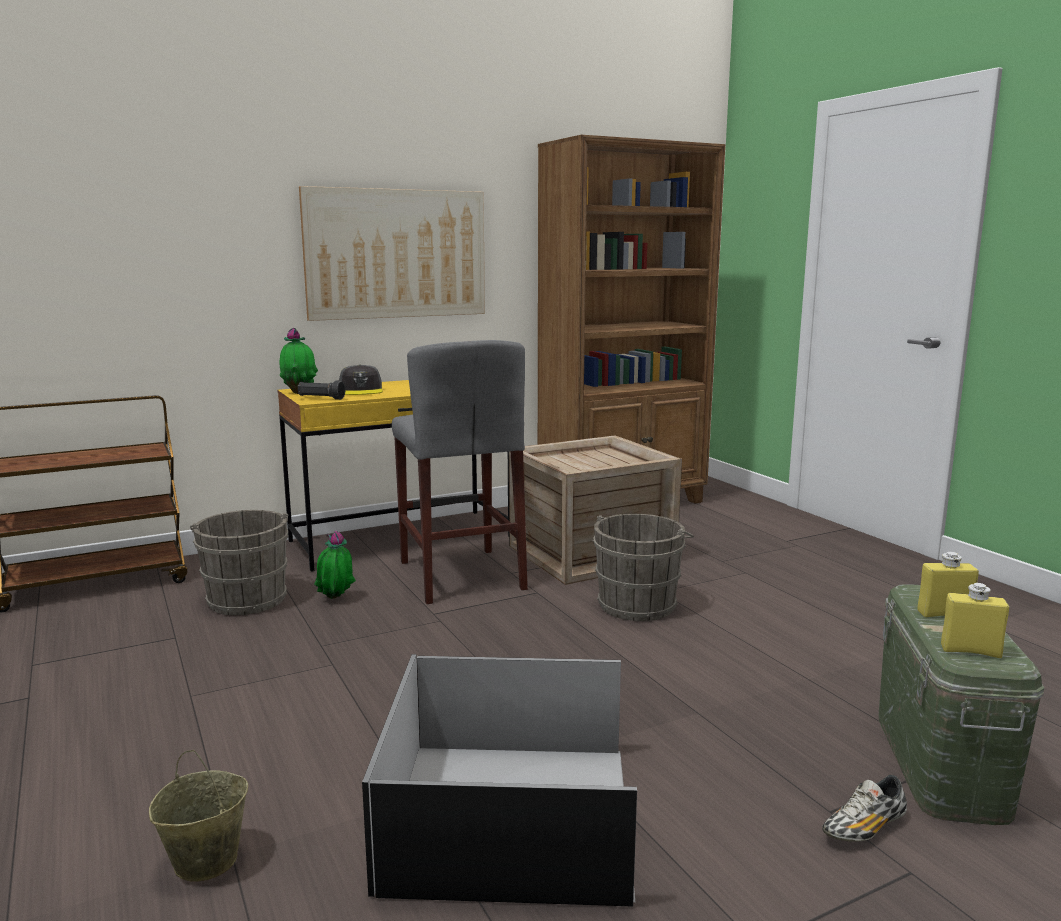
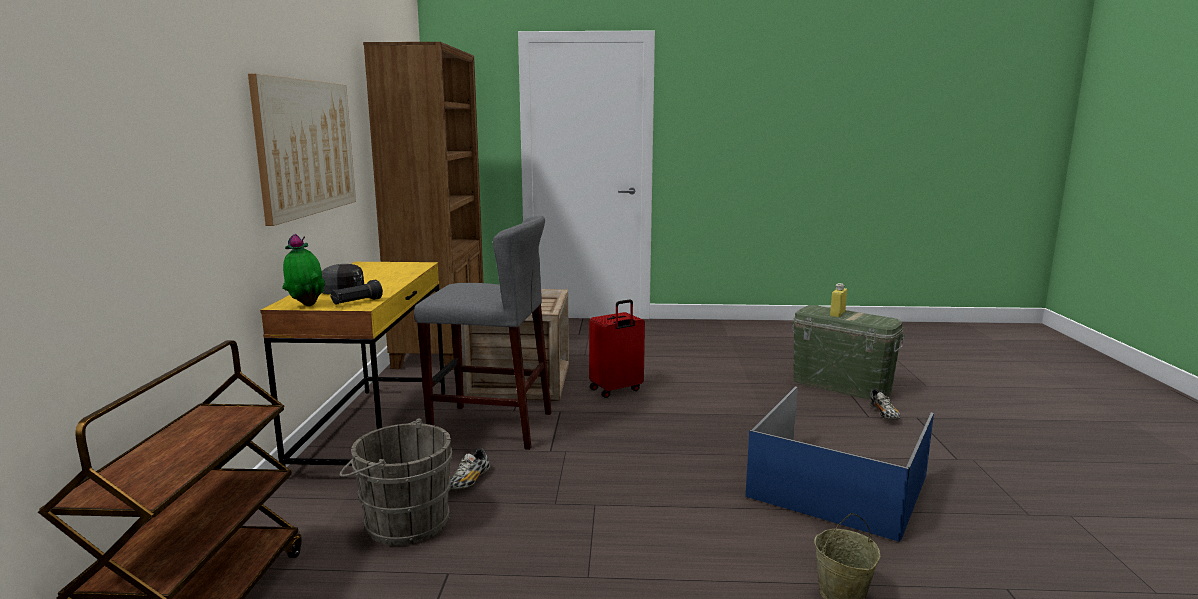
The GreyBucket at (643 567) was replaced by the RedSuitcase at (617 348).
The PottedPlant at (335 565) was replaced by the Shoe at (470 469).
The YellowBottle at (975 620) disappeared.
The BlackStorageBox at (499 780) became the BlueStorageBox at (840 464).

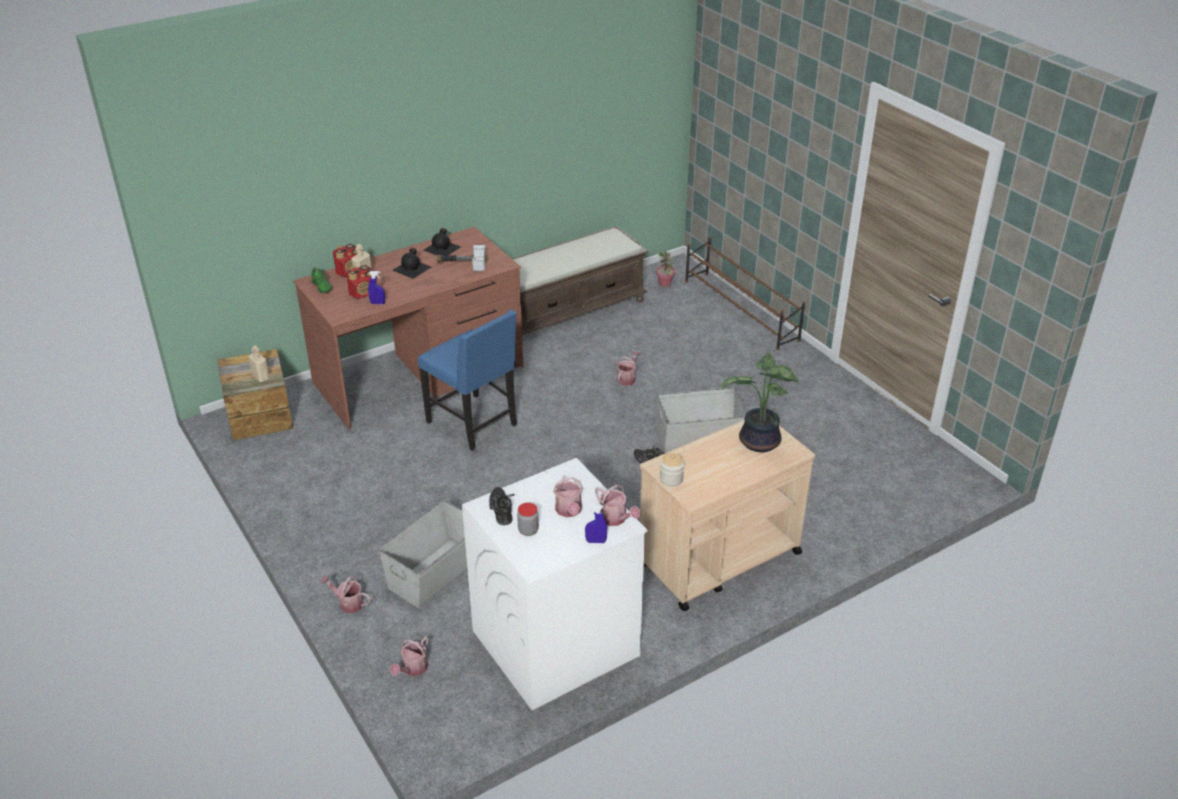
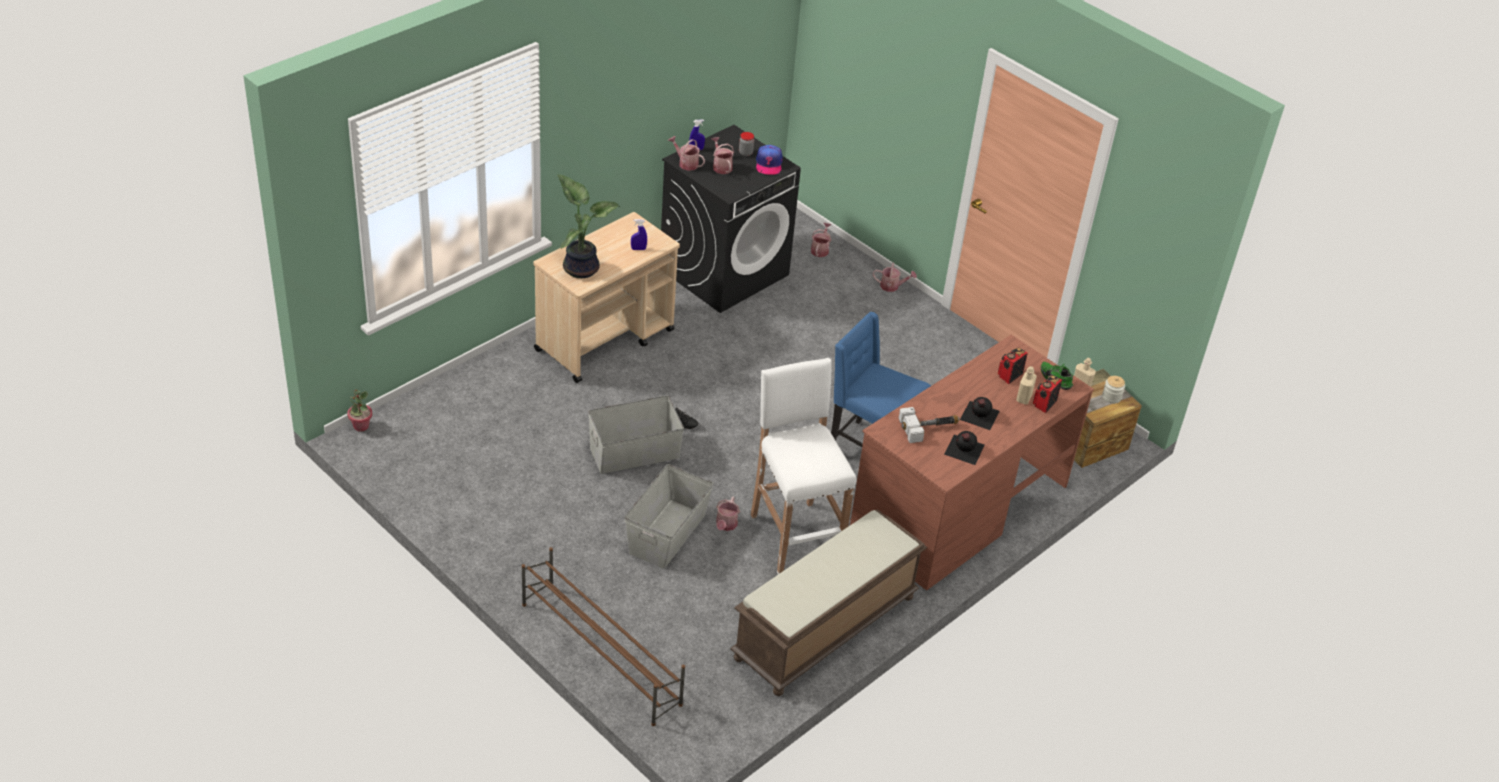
The PottedPlant moved from (665 269) to (359 410).
The BlueSprayBottle moved from (376 287) to (639 234).
The Jar moved from (672 470) to (1113 390).
The WhiteWashingMachine at (555 584) became the BlackWashingMachine at (731 219).
The BlackShoe at (502 506) was replaced by the Cap at (769 160).
The GreyStorageBox moved from (422 554) to (669 516).
The WhiteStool at (803 466) appeared.

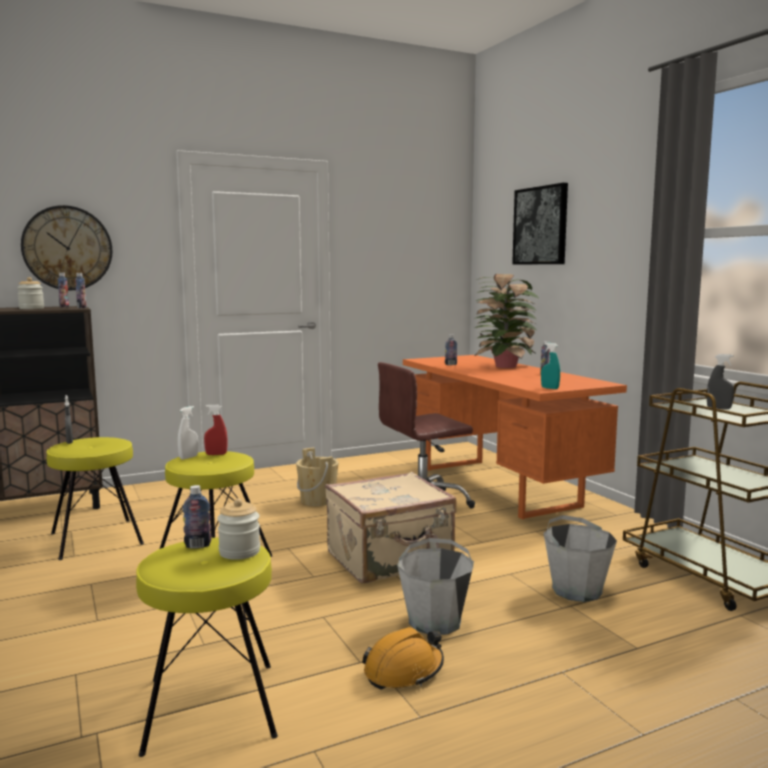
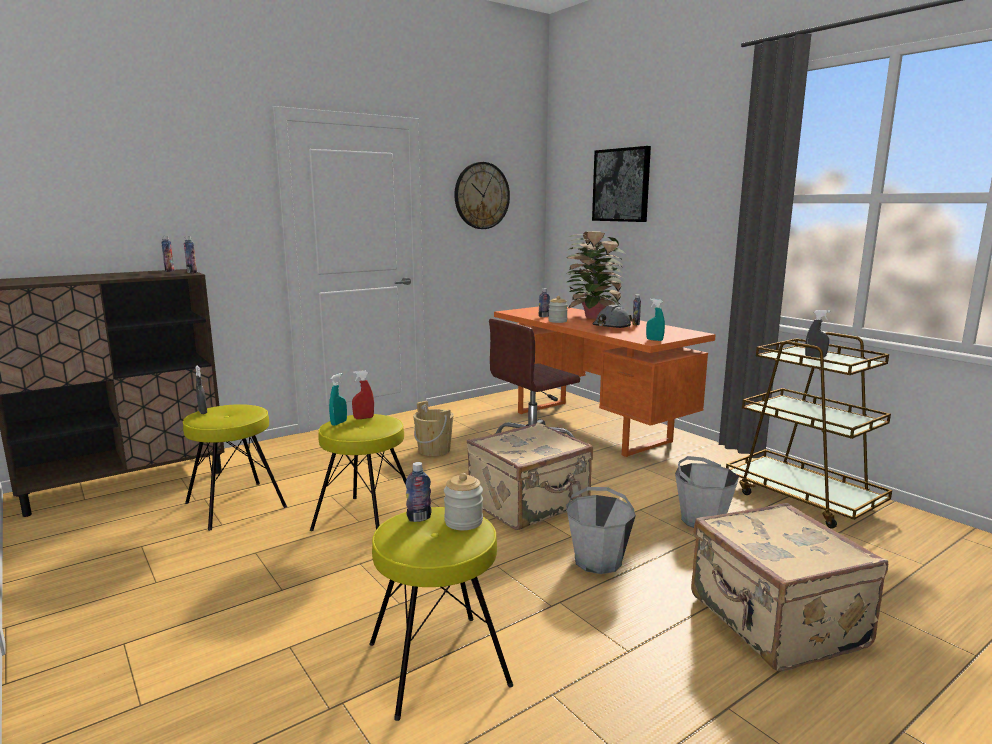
The WallClock moved from (67 247) to (482 195).
The Jar moved from (30 293) to (558 309).
The WhiteSprayBottle at (188 433) became the TurquoiseSprayBottle at (338 399).
The OrangeHardHat at (403 658) disappeared.
The GreyHardHat at (612 316) appeared.
The BeigeSuitcase at (789 587) appeared.

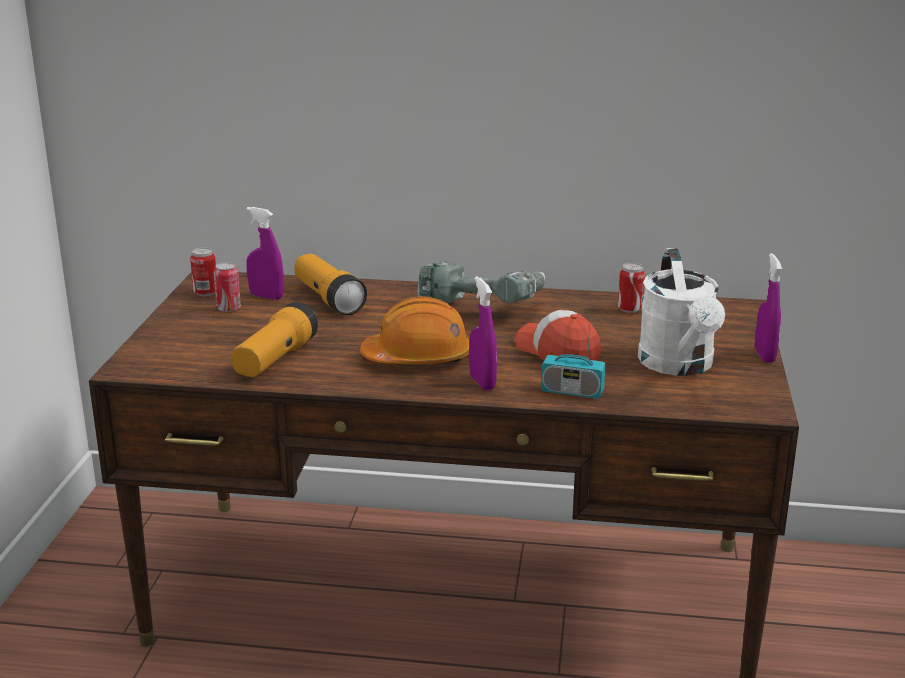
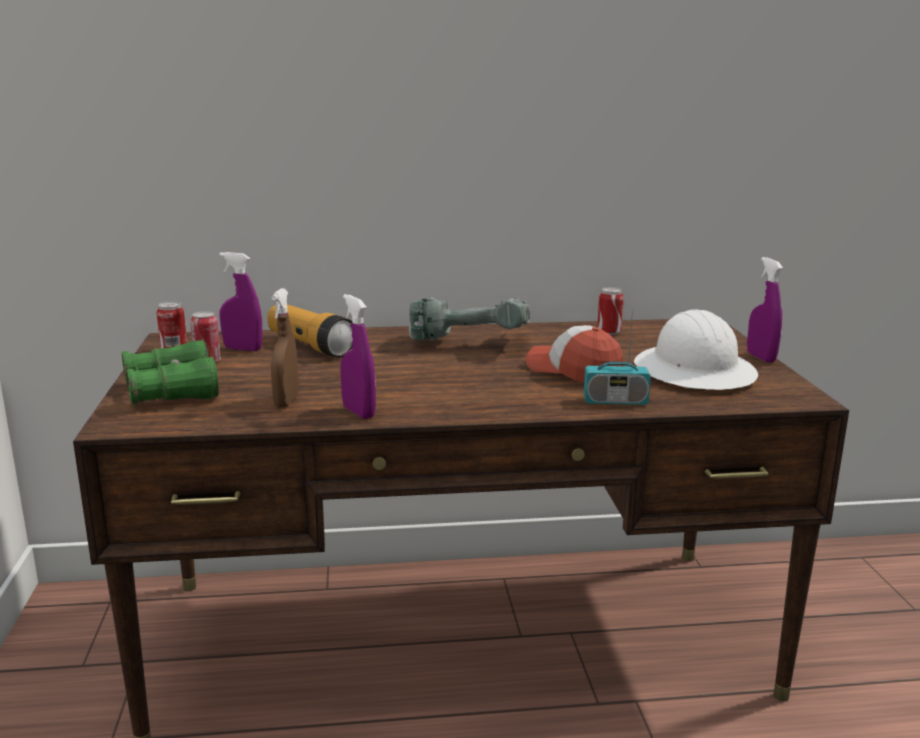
The WhiteWateringCan at (681 312) was replaced by the WhiteHardHat at (696 349).
The PurpleSprayBottle moved from (483 333) to (358 356).
The OrangeHardHat at (415 330) disappeared.
The Flashlight at (275 339) was replaced by the BrownSprayBottle at (285 348).
The GreenBinoculars at (170 373) appeared.

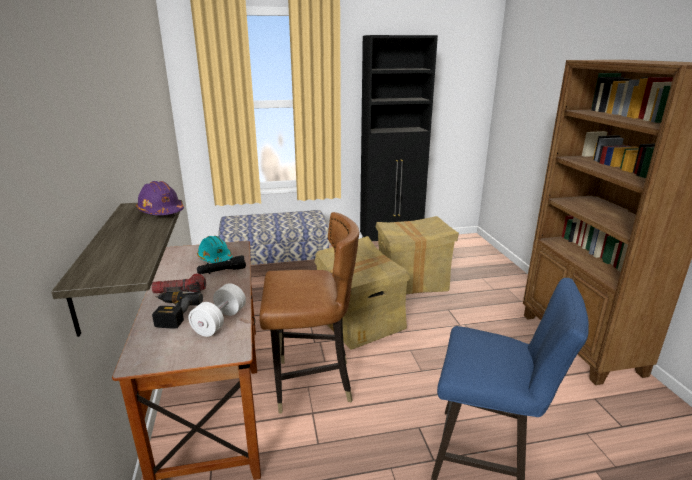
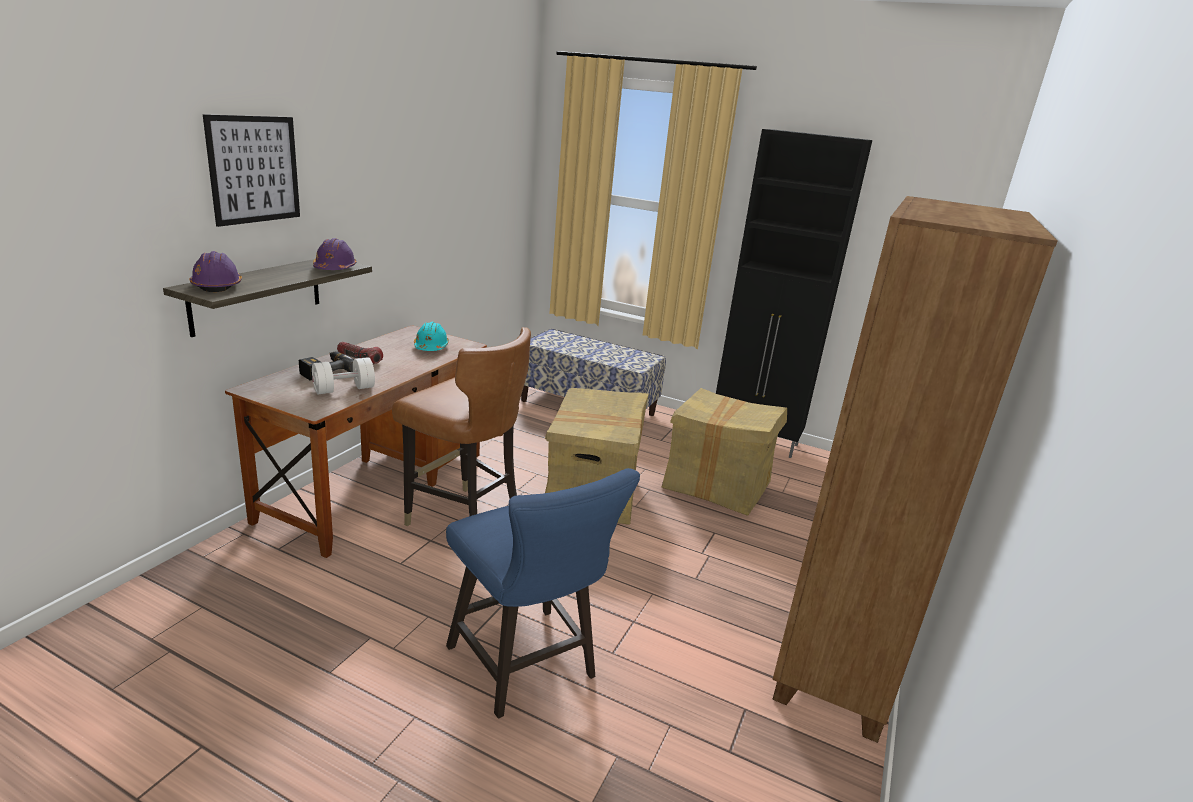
The BlackFlashlight at (221 264) disappeared.
The Picture at (251 170) appeared.
The PurpleHardHat at (216 271) appeared.

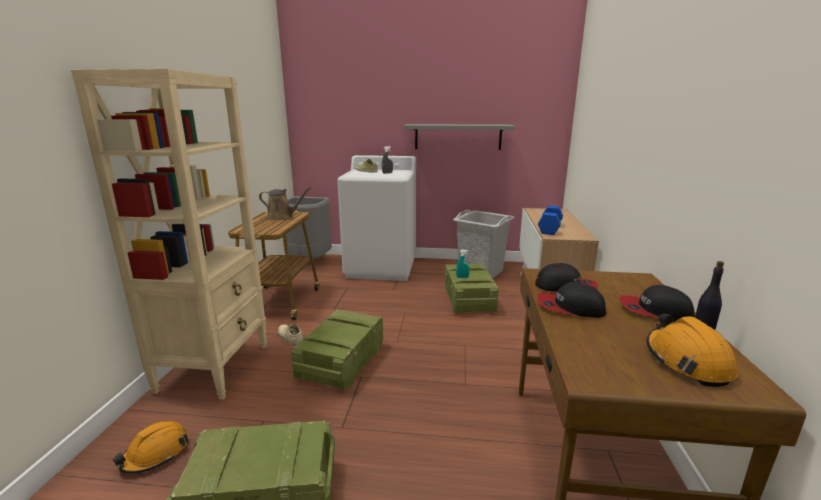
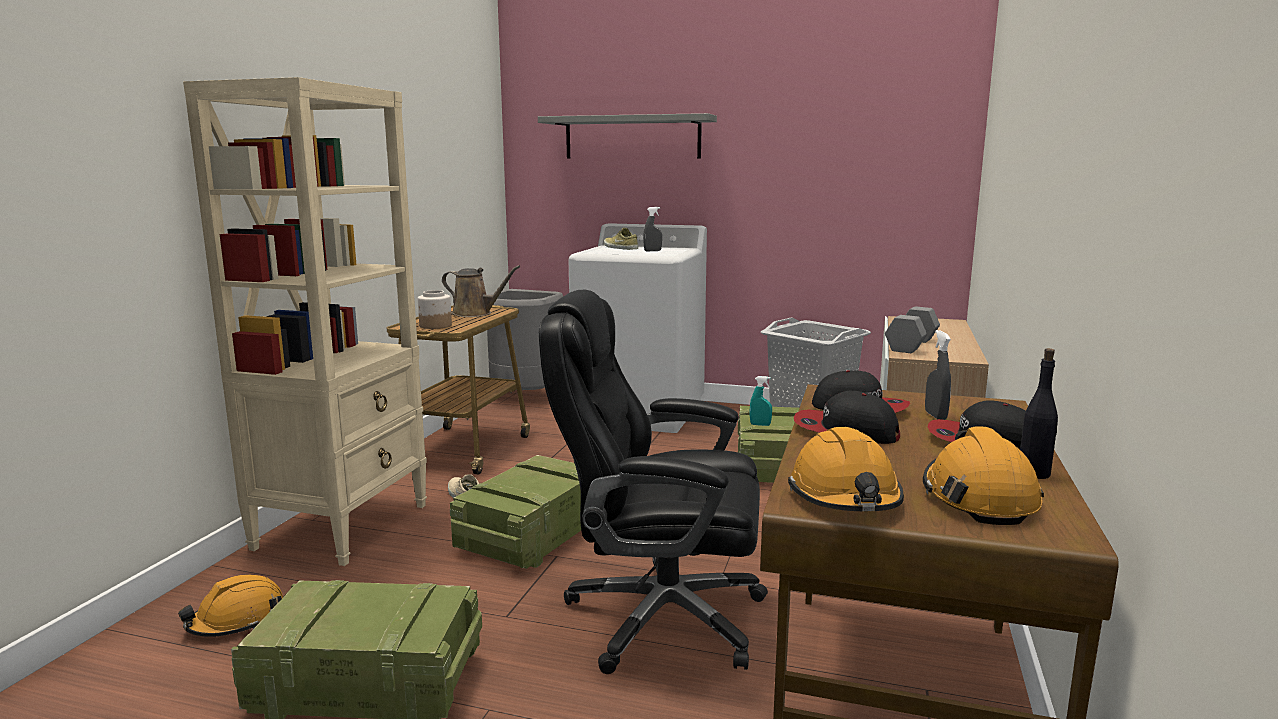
The GreyShelf moved from (459 137) to (627 136).
The BlueDumbbell at (550 220) became the GreyDumbbell at (912 329).
The Jar at (435 309) appeared.
The BlackOfficeChair at (653 482) appeared.
The GreySprayBottle at (938 375) appeared.
The OrangeHardHat at (846 469) appeared.

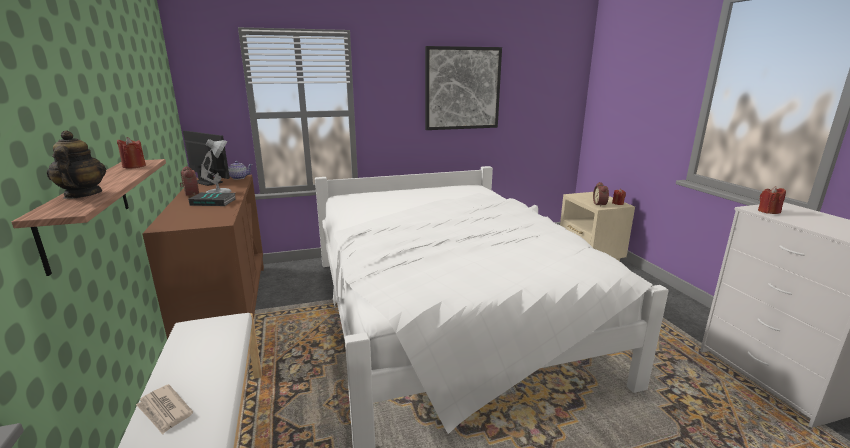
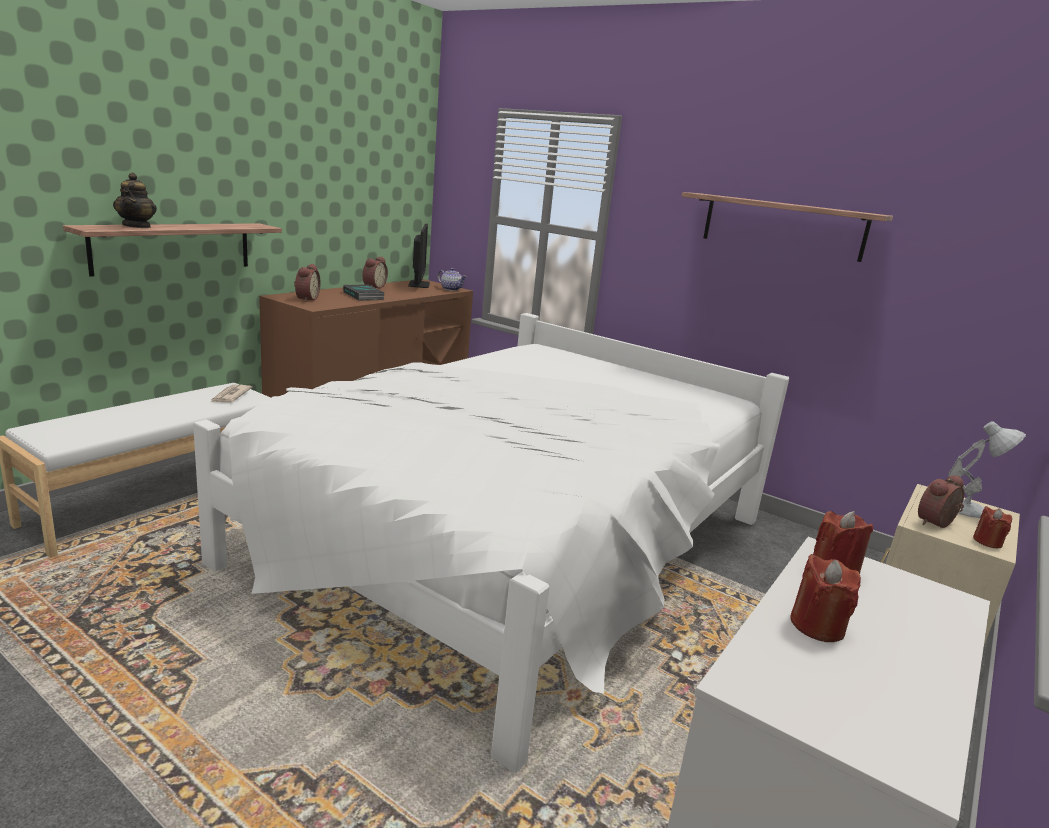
The Picture at (463 88) was replaced by the Shelf at (787 227).
The Teapot at (76 164) turned 135 degrees clockwise.
The RedCandle moved from (131 153) to (825 598).
The WhiteTableLamp moved from (216 166) to (987 469).
The Newspaper moved from (164 409) to (232 393).
The AlarmClock at (307 283) appeared.

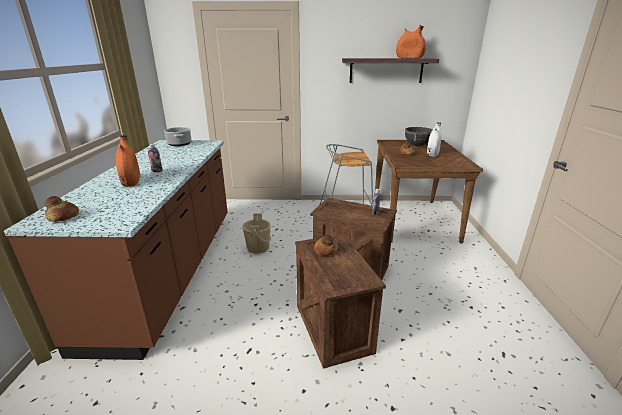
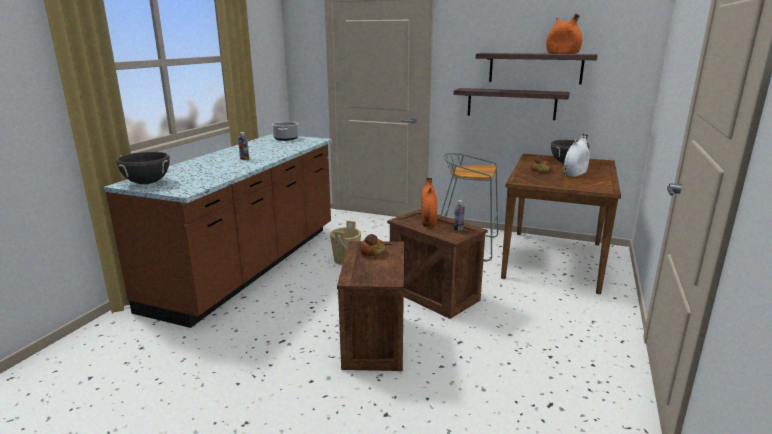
The OrangeVase moved from (127 161) to (429 202).
The Bread at (61 209) was replaced by the BlackCookingPot at (143 168).
The Shelf at (512 104) appeared.

